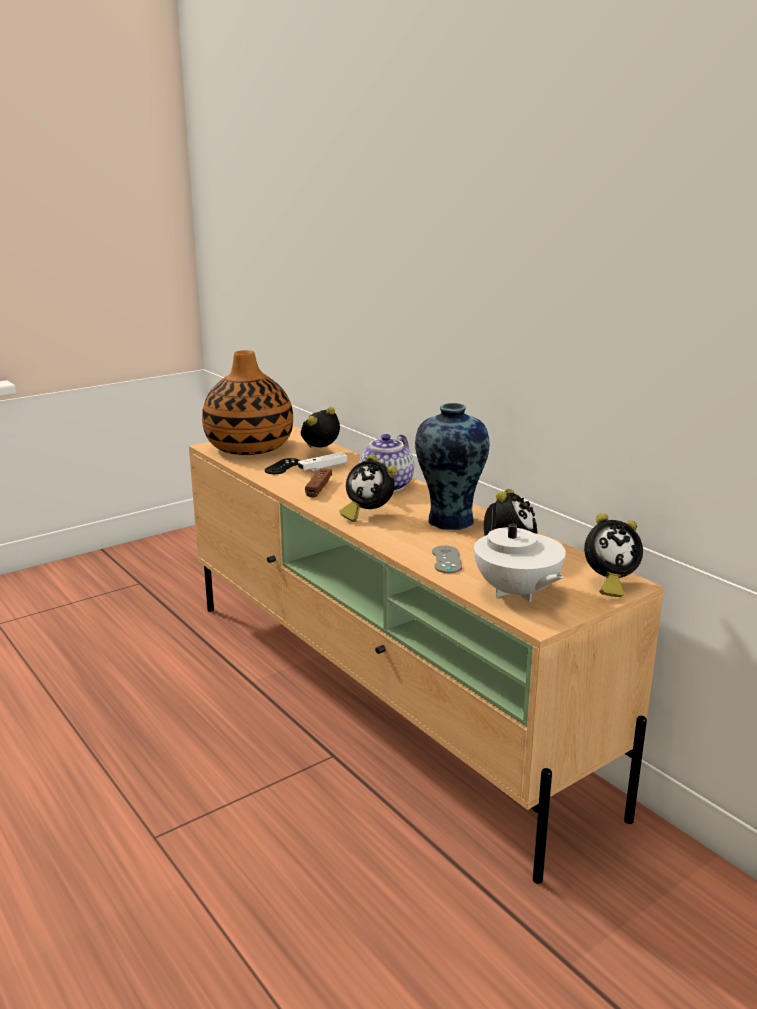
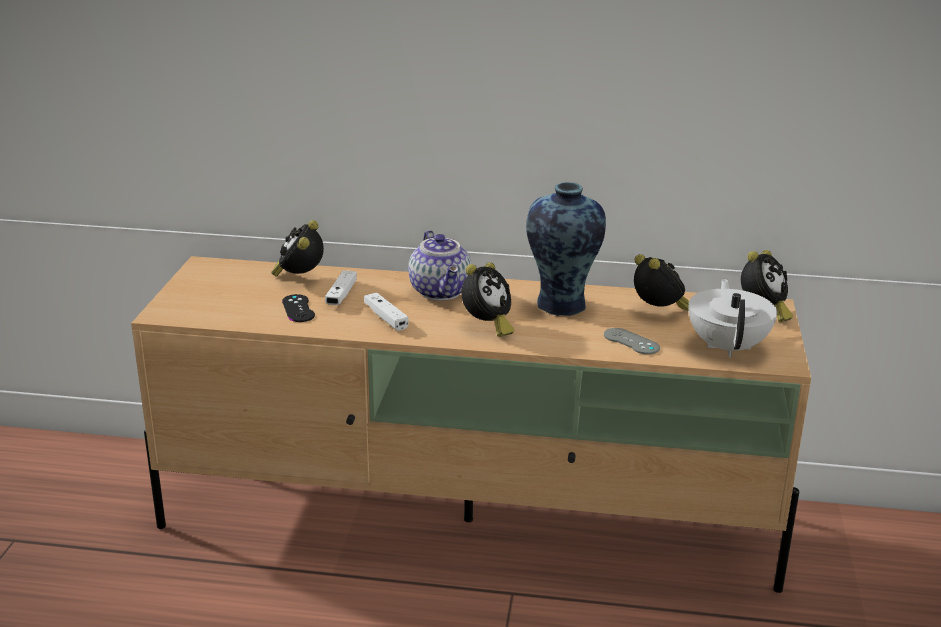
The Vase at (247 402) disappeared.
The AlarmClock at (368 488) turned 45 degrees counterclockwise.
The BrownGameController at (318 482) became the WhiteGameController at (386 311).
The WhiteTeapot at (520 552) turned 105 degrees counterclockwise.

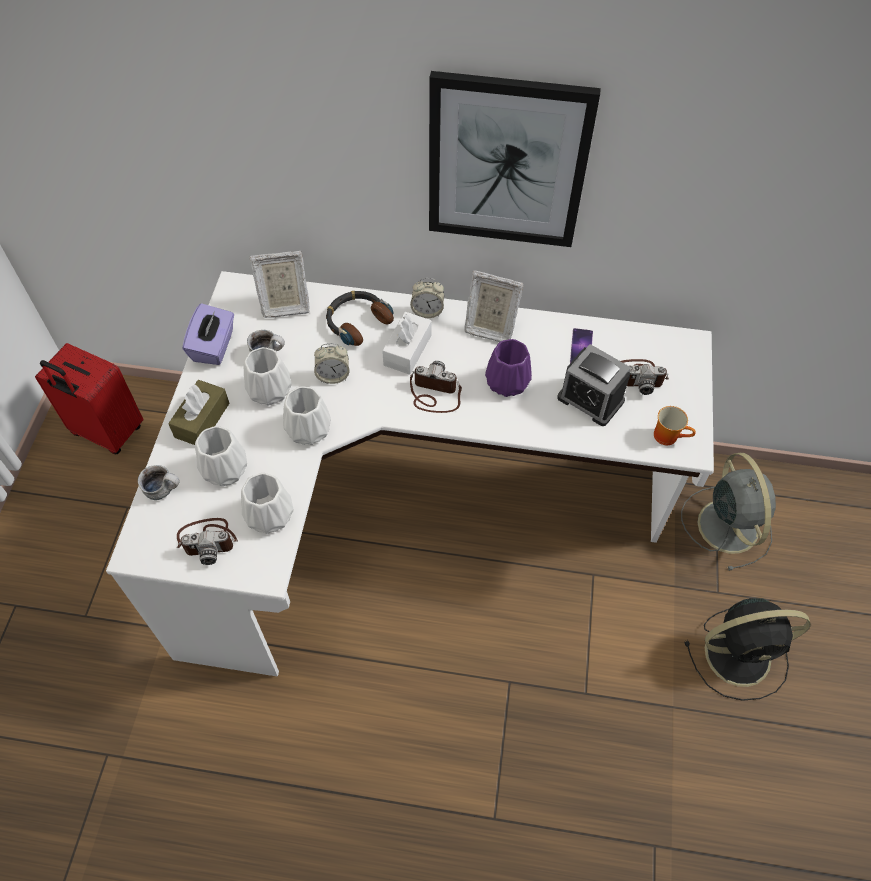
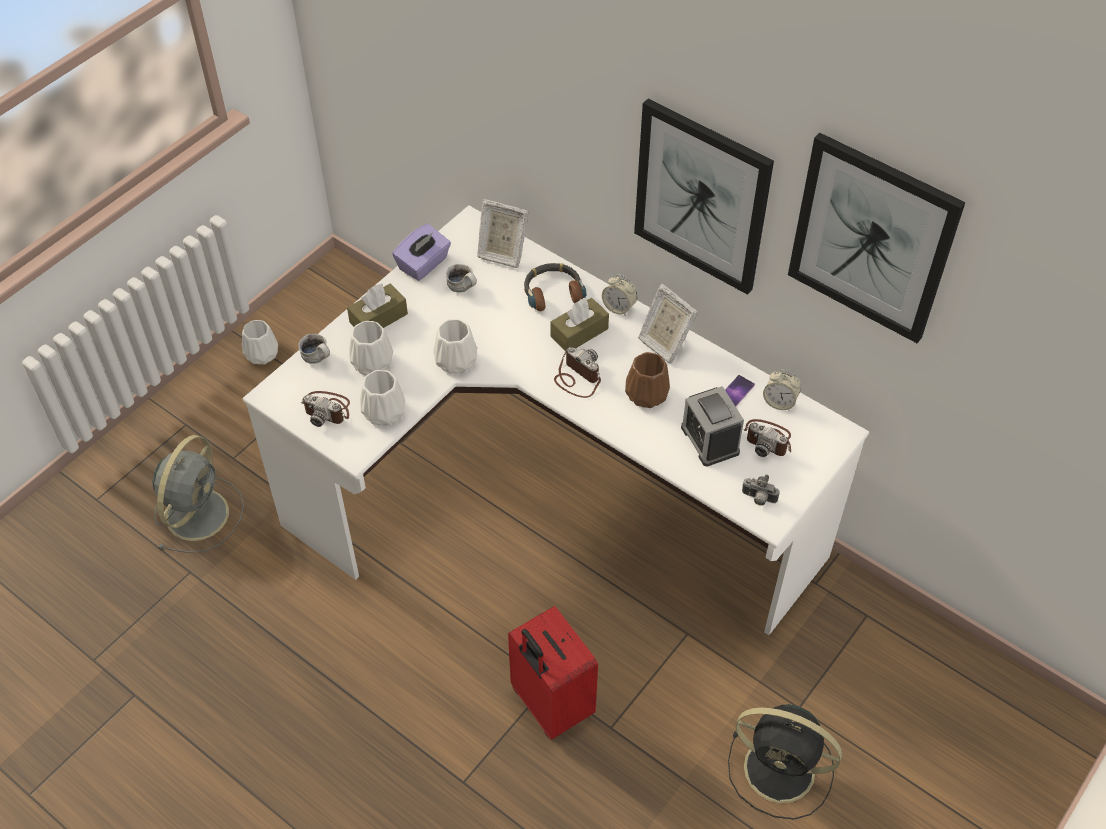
The WhiteTissueBox at (407 343) became the BrownTissueBox at (580 324).
The PurpleVase at (508 368) became the BrownVase at (647 380).
The RedSuitcase moved from (89 398) to (553 673).
The AlarmClock moved from (332 363) to (782 390).
The WhiteVase moved from (268 376) to (260 342).
The Mug at (675 426) was replaced by the PhotoCamera at (760 490).
The GreyFan moved from (728 512) to (198 494).
The Picture at (876 238) appeared.

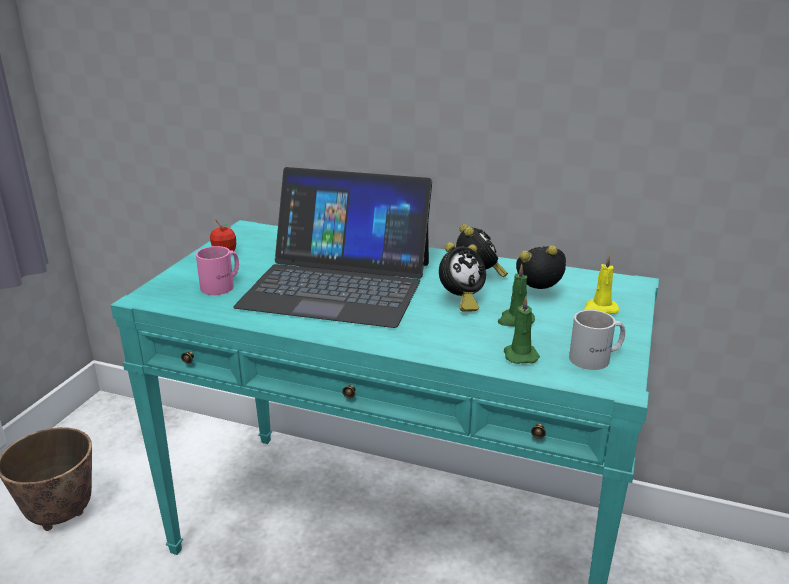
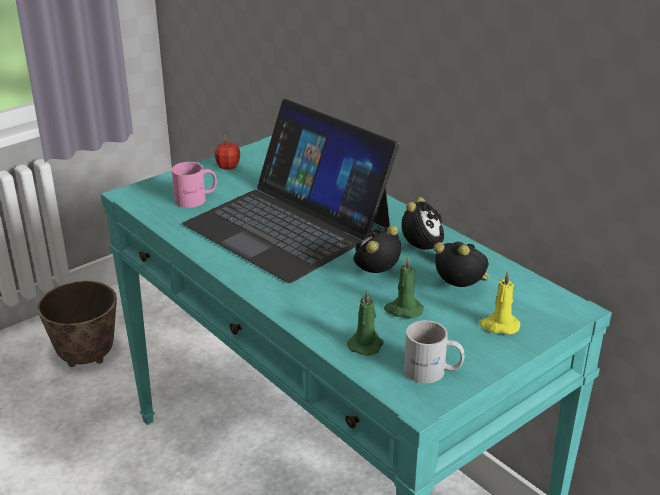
The AlarmClock at (462 276) turned 135 degrees clockwise.

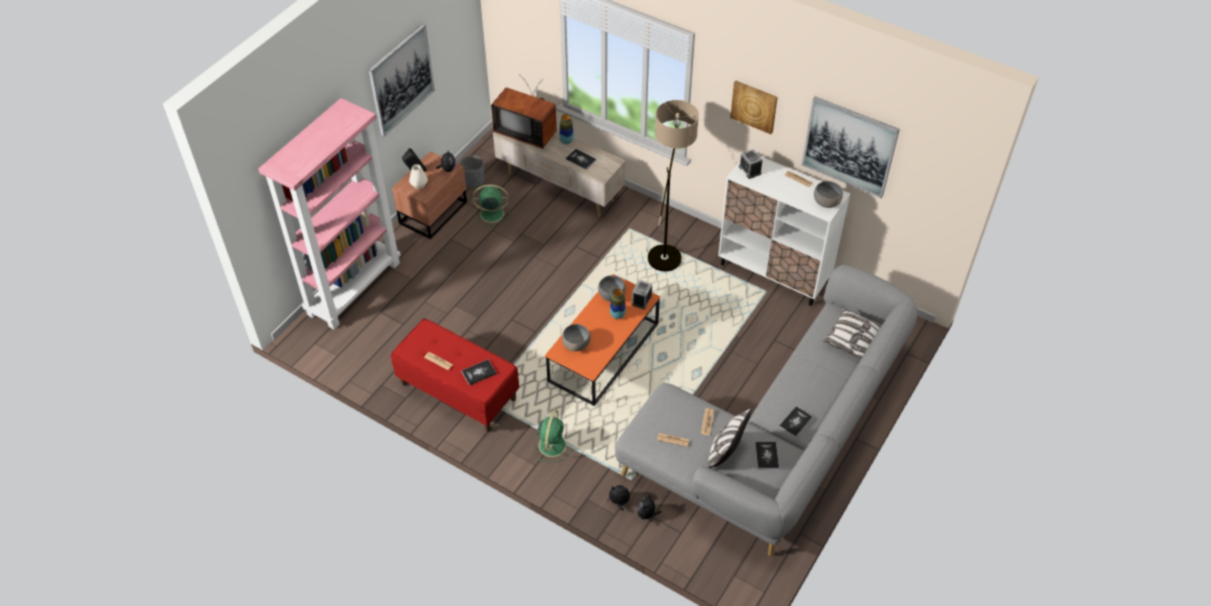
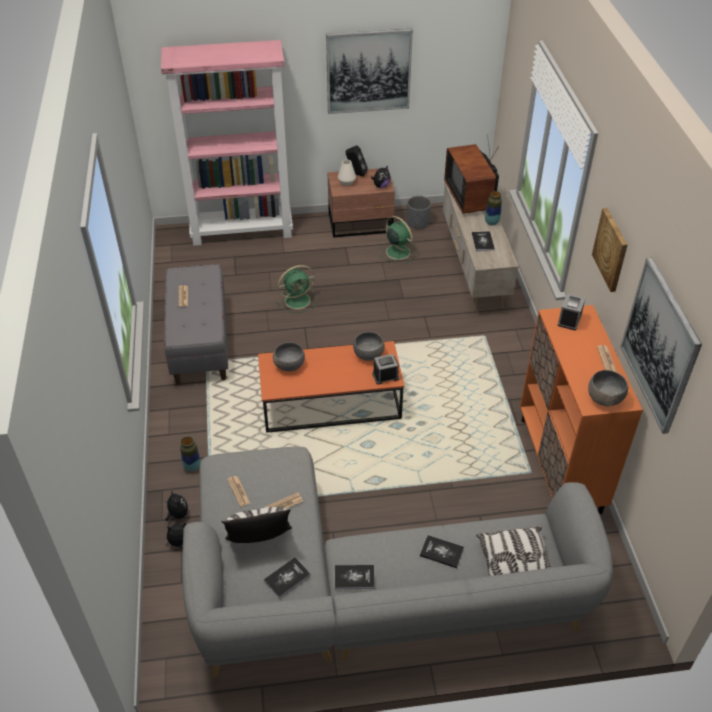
The FloorLamp at (673 185) disappeared.
The WhiteCabinet at (784 231) became the OrangeCabinet at (581 409).
The Vase moved from (618 303) to (190 454).
The RedBench at (455 375) became the GreyBench at (196 324).
The Book moved from (479 373) to (442 551).
The GreenFan moved from (552 436) to (296 289).

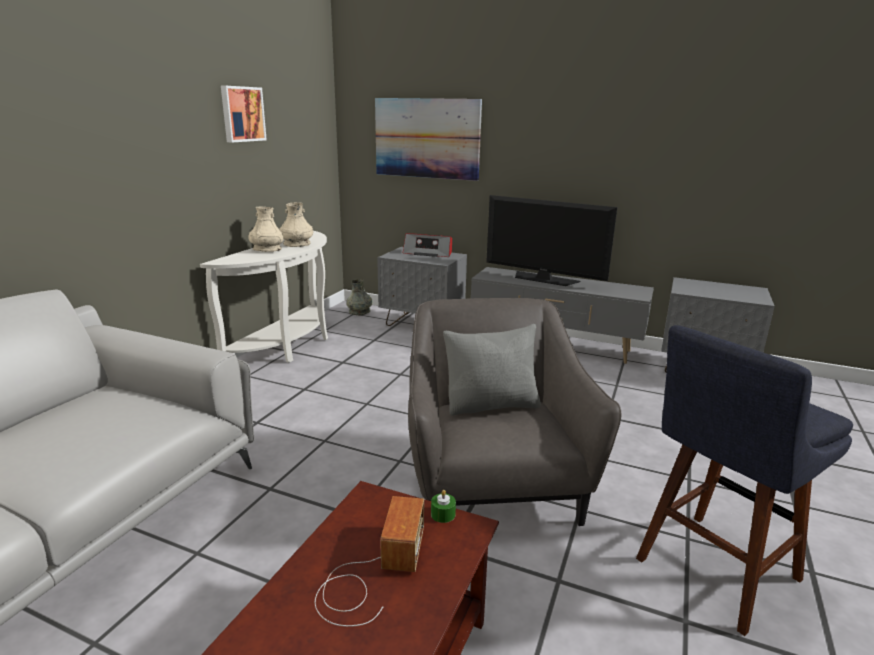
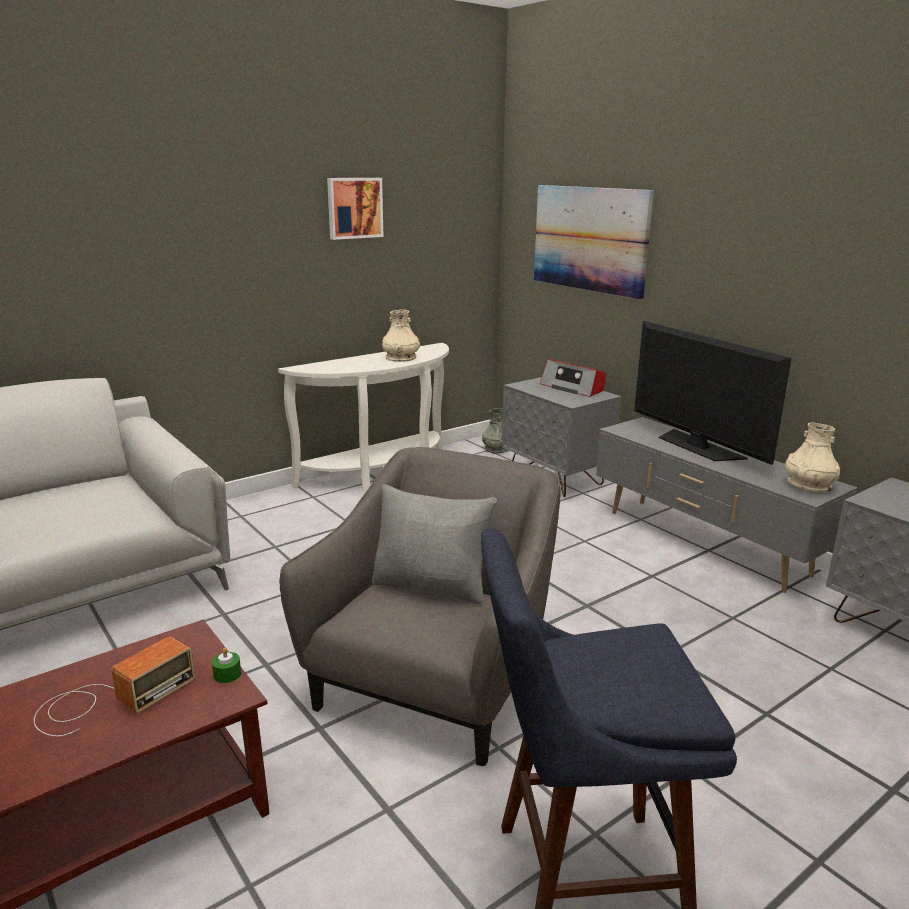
The BeigeVase moved from (266 229) to (812 457).

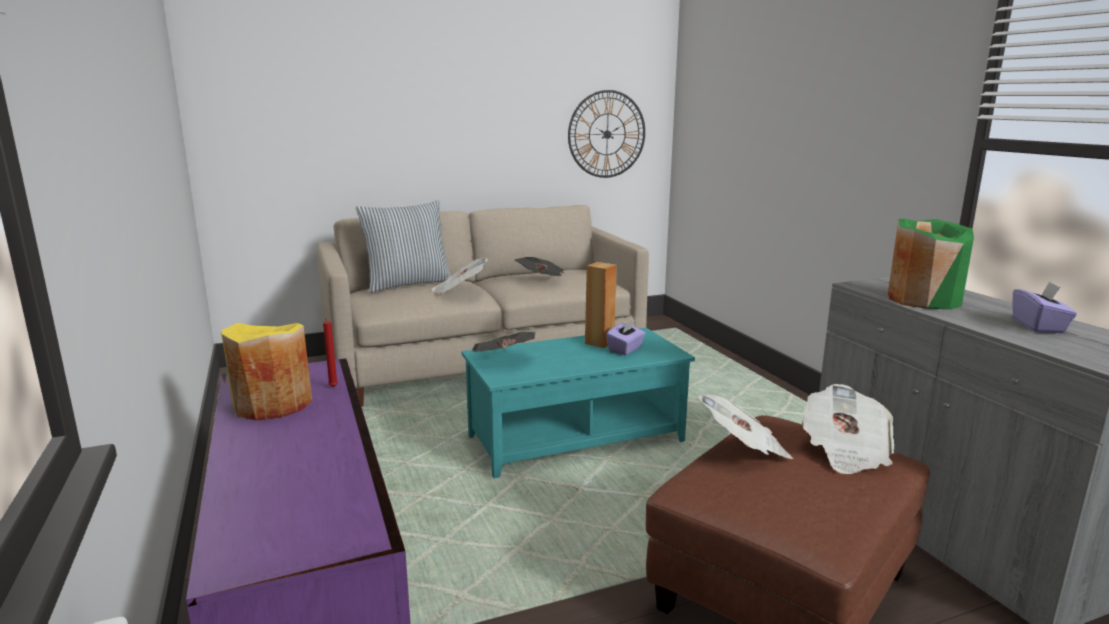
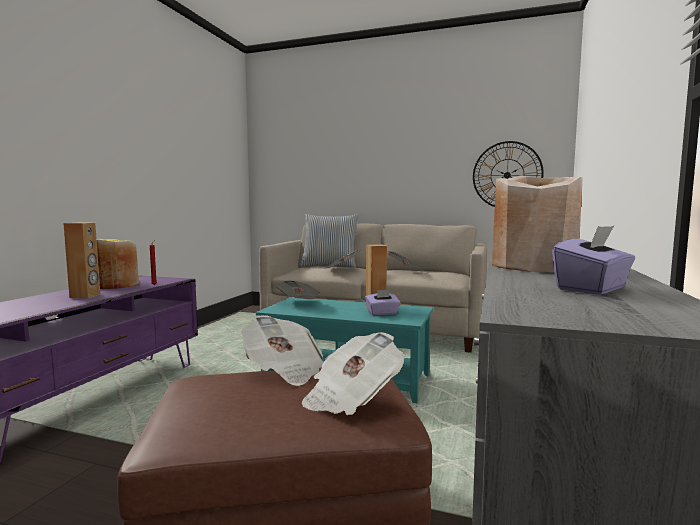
The GreenVase at (931 264) became the BeigeVase at (537 223).
The BrownSpeaker at (81 260) appeared.

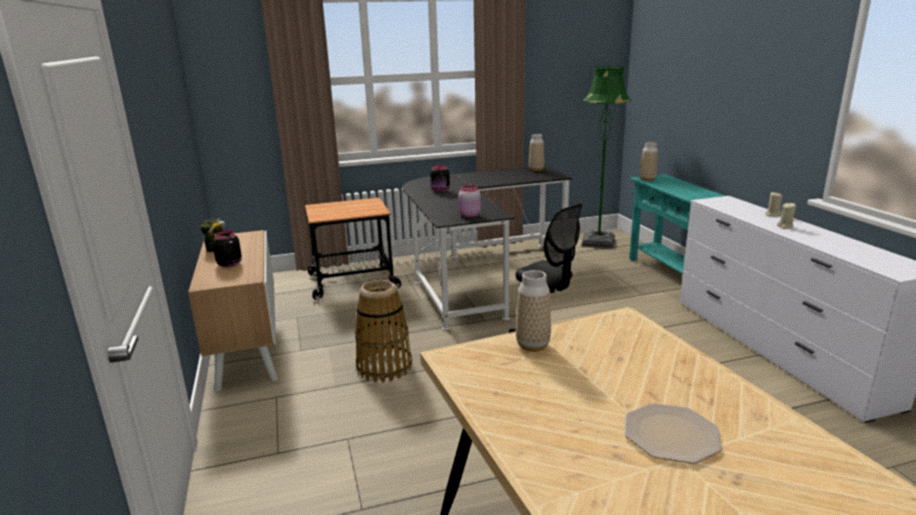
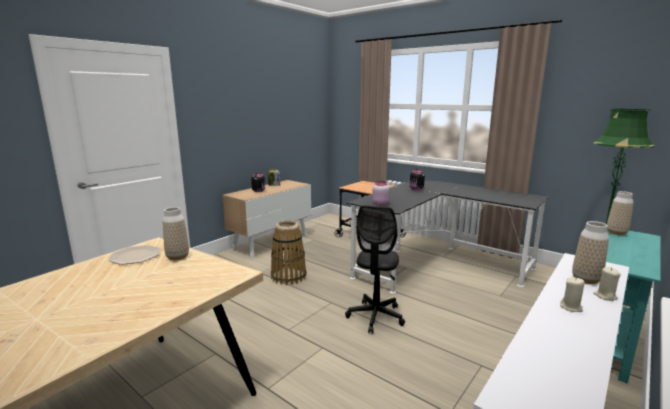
The Vase moved from (536 152) to (590 252).
The Plate moved from (673 433) to (134 255).

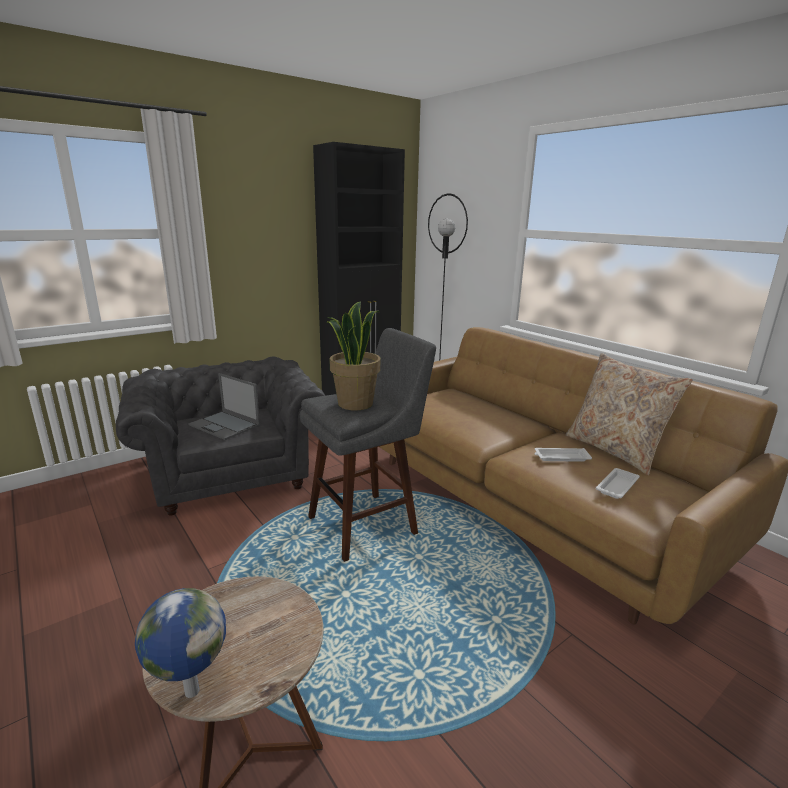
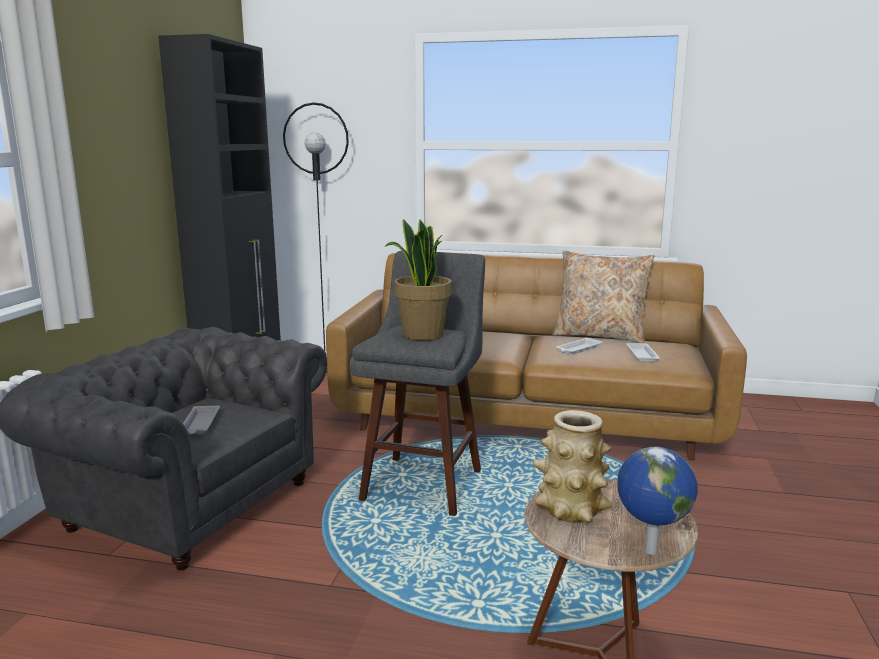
The Laptop at (224 406) was replaced by the GreyTray at (201 420).
The Vase at (572 466) appeared.

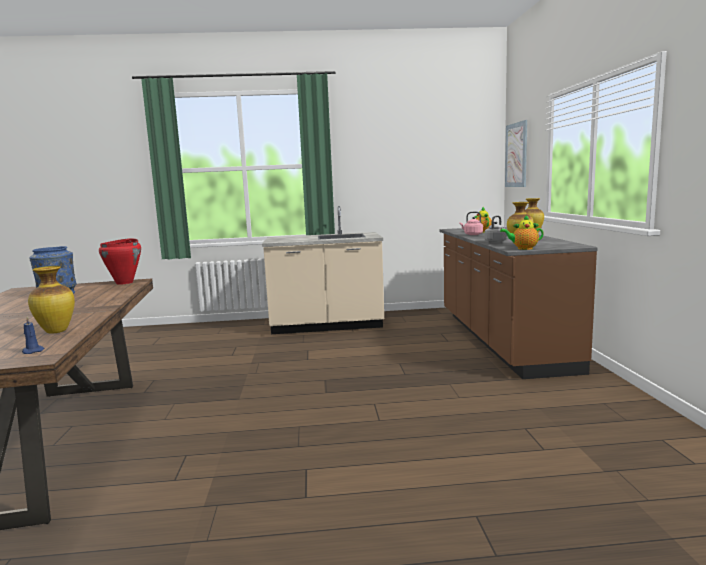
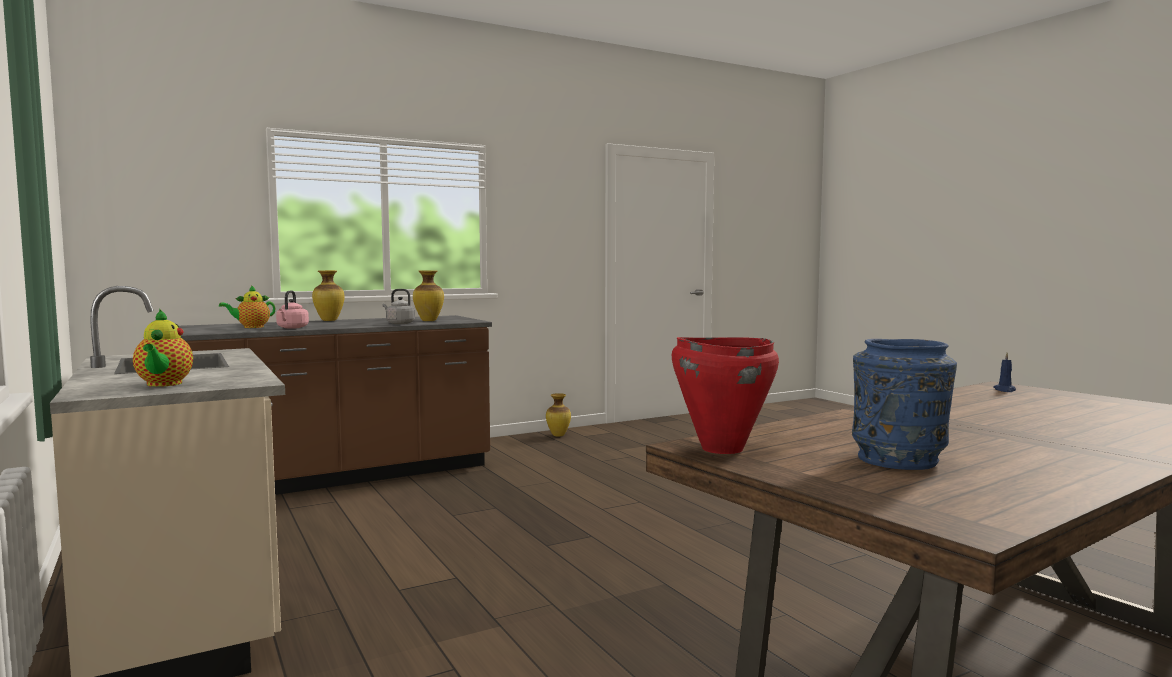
The Picture at (516 153) disappeared.
The Teapot moved from (522 232) to (163 348).
The Vase moved from (51 299) to (558 415).

